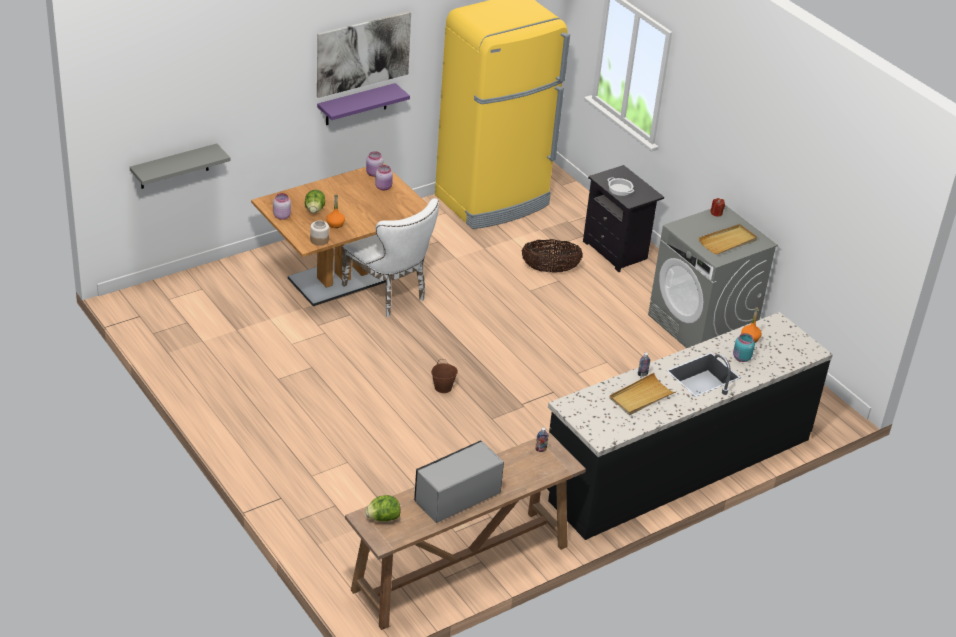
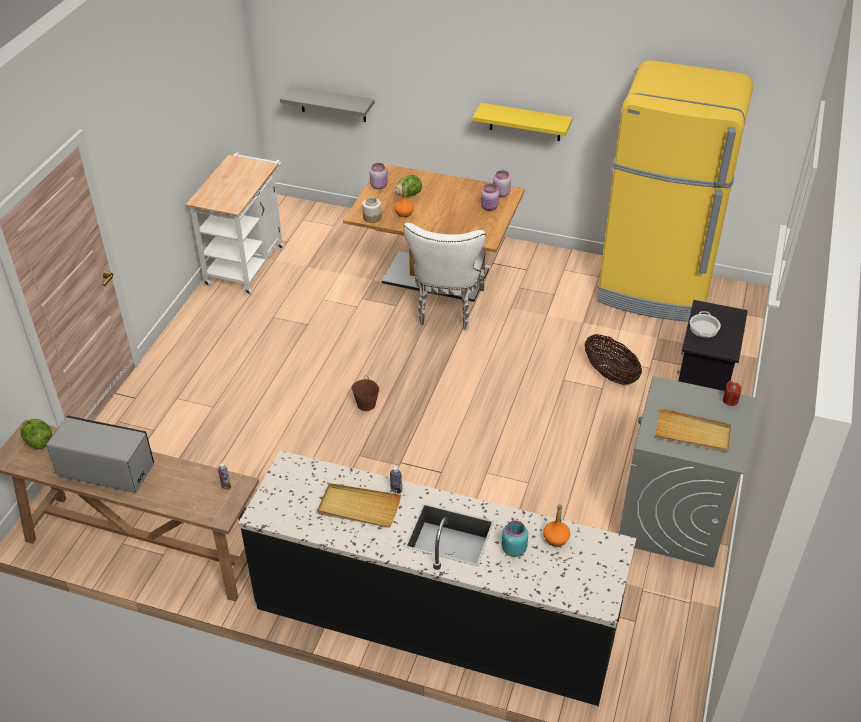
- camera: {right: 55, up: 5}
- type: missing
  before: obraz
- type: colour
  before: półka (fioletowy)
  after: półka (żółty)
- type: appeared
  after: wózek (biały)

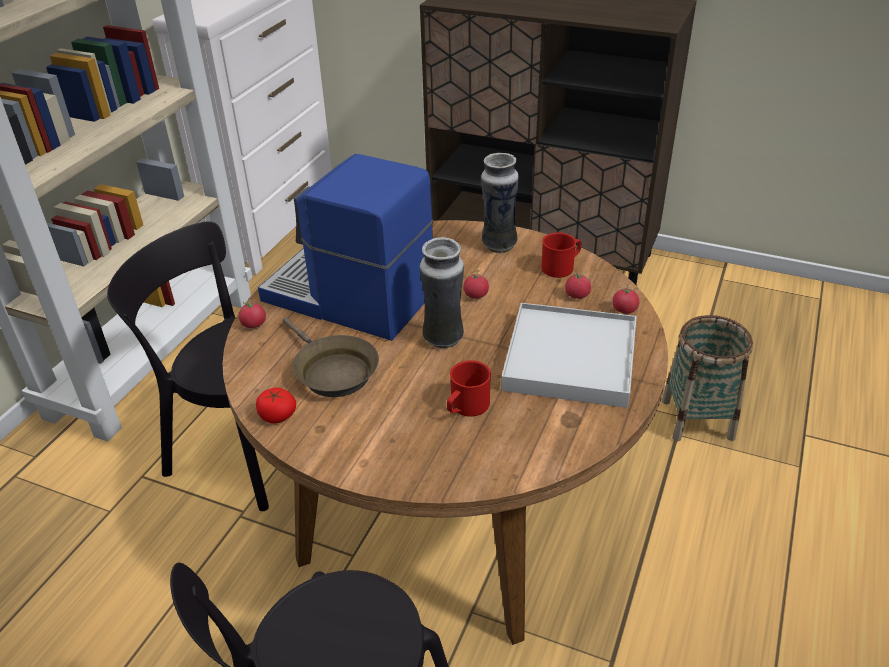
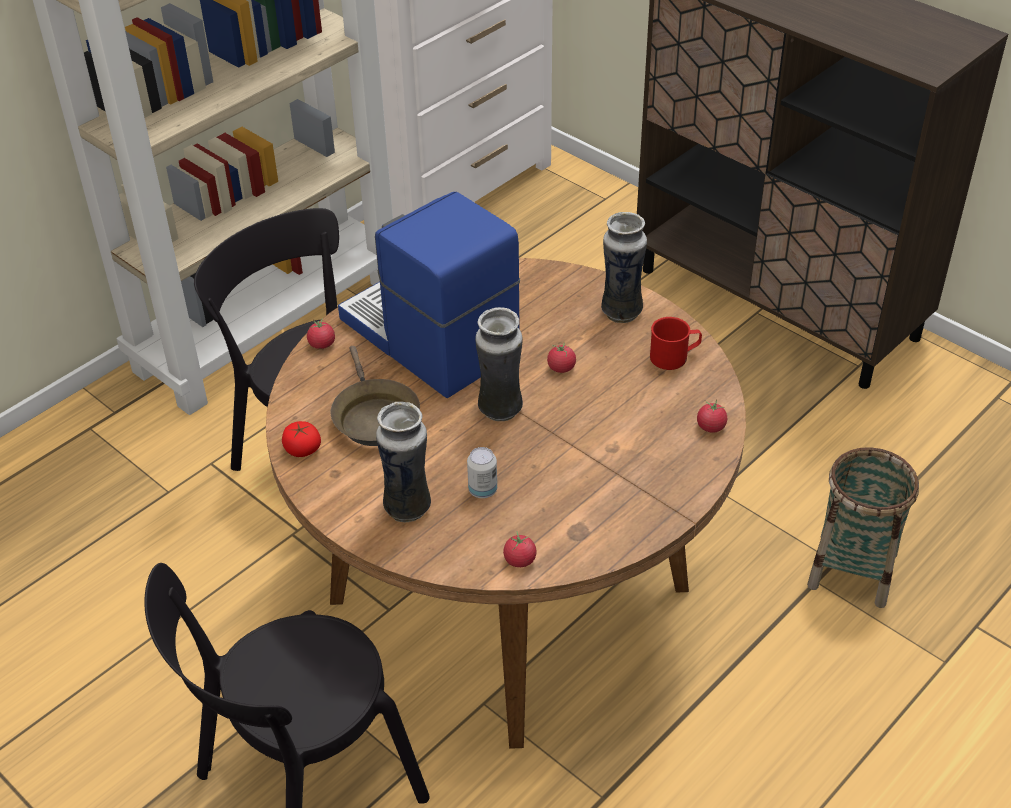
- camera: {right: 20, up: 5}
- type: relocated
  before: pomidor (no. 4 from left in the first image)
  after: pomidor (no. 3 from left)
- type: missing
  before: taca (biały)
- type: exchanged
  before: kubek (czerwony) (no. 1 from left)
  after: puszka
- type: appeared
  after: wazon (no. 1 from left)

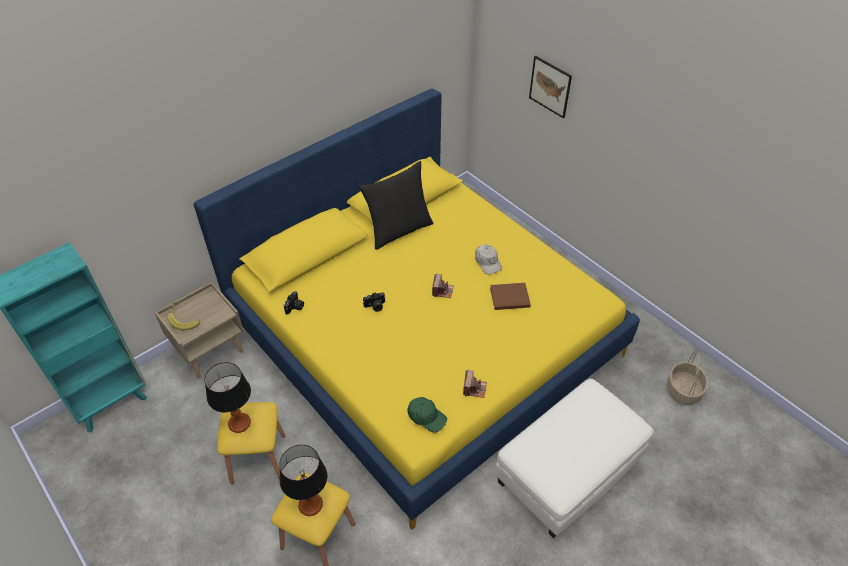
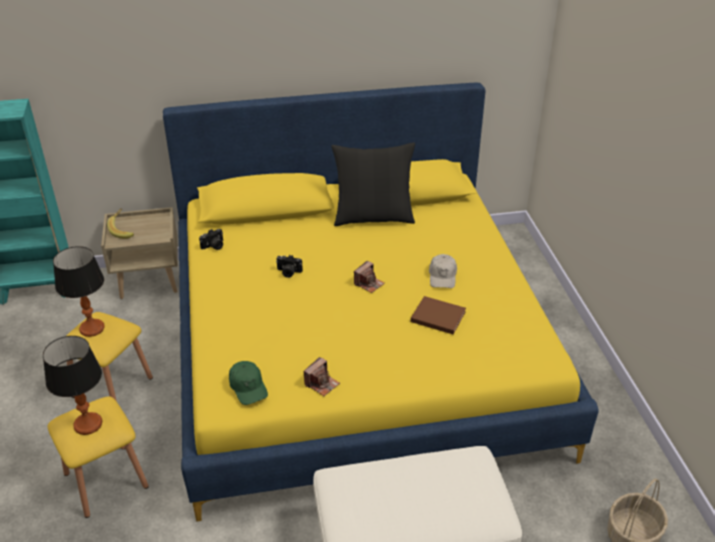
- camera: {right: 30, up: -10}
- type: missing
  before: obraz

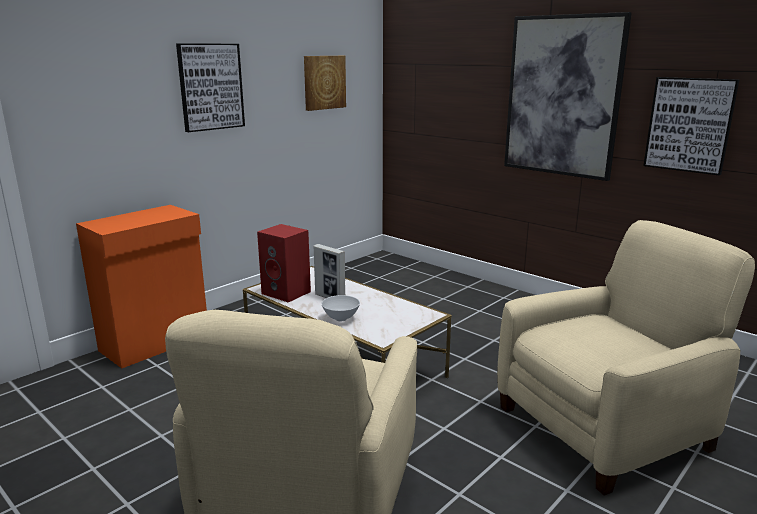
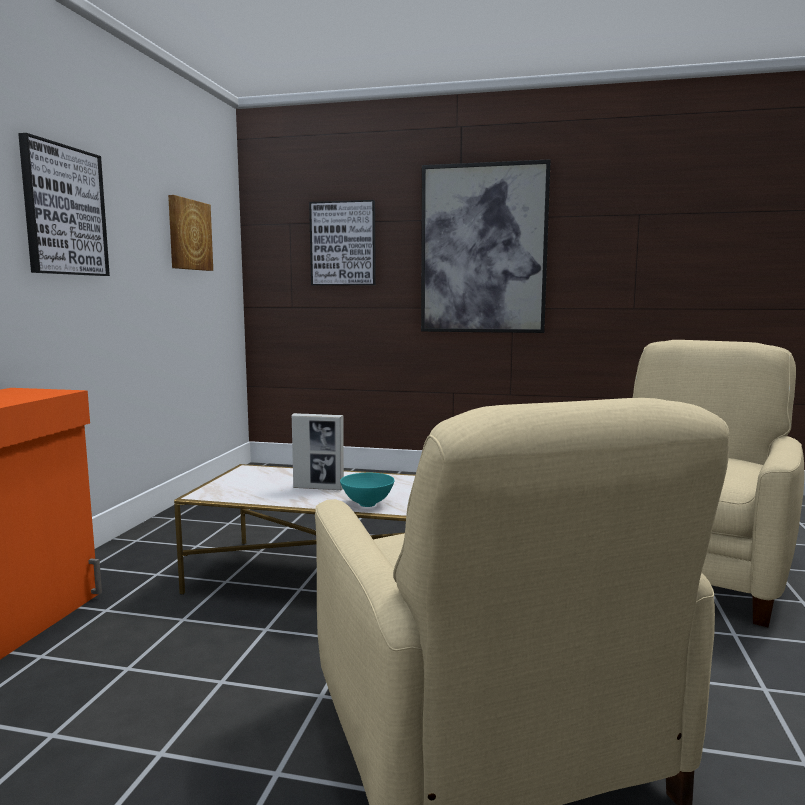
- camera: {right: -30, up: -10}
- type: relocated
  before: obraz (no. 4 from left in the first image)
  after: obraz (no. 3 from left)
- type: missing
  before: głośnik (czerwony)
- type: colour
  before: miska (biały)
  after: miska (turkusowy)

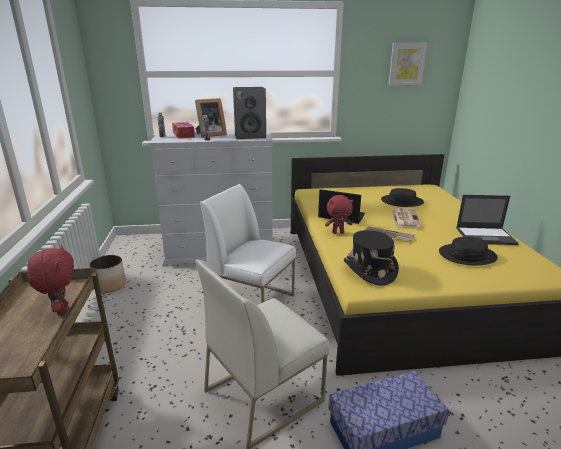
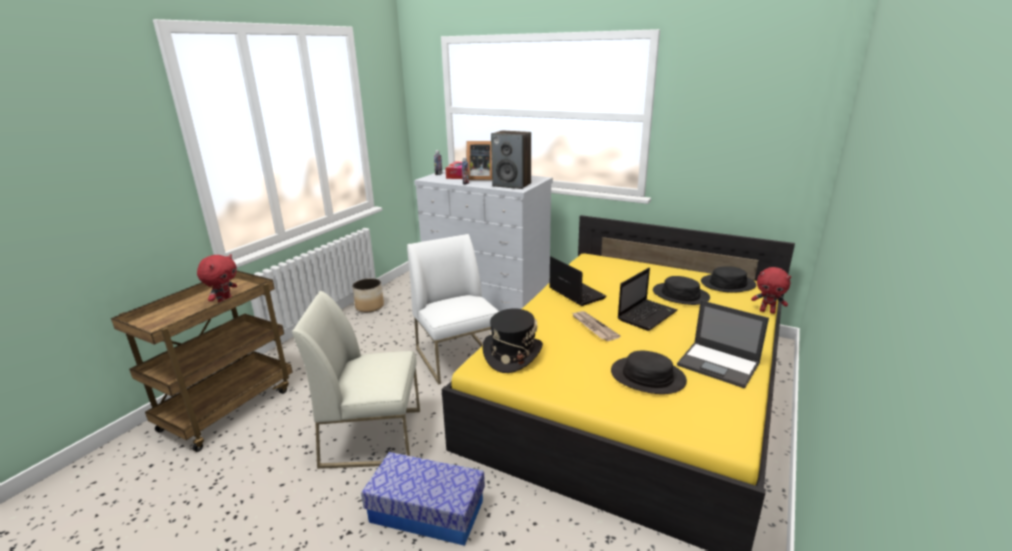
- camera: {right: 35, up: 0}
- type: missing
  before: obraz
- type: relocated
  before: pluszak (czerwony) (no. 2 from left)
- type: exchanged
  before: gazeta (no. 2 from left)
  after: laptop (no. 2 from left)
- type: appeared
  after: kapelusz (czarny) (no. 4 from left)

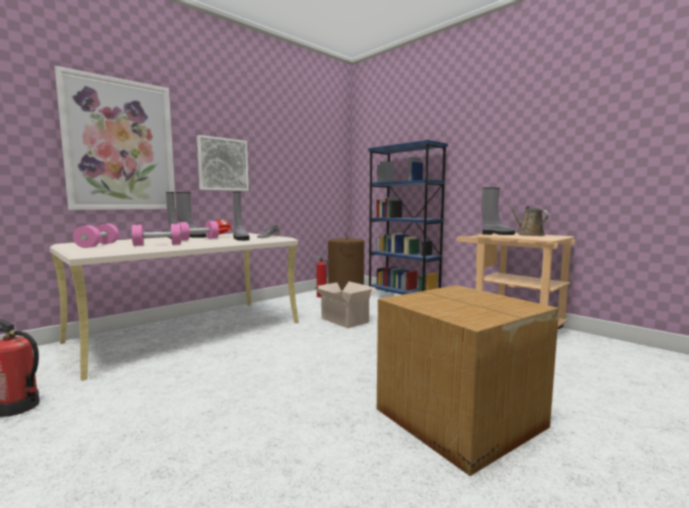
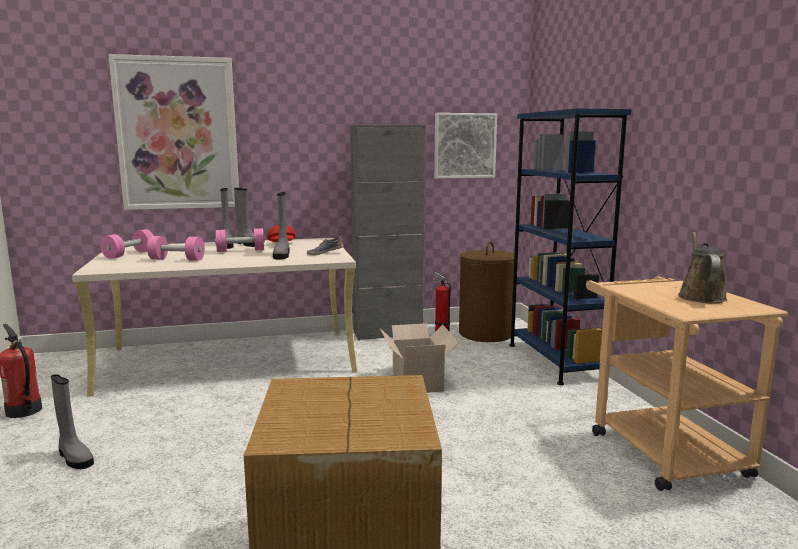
- camera: {right: 30, up: 5}
- type: relocated
  before: obraz (no. 2 from left)
- type: relocated
  before: but z cholewką (szary) (no. 4 from left in the first image)
  after: but z cholewką (szary) (no. 1 from left)
- type: appeared
  after: szafka (szary)

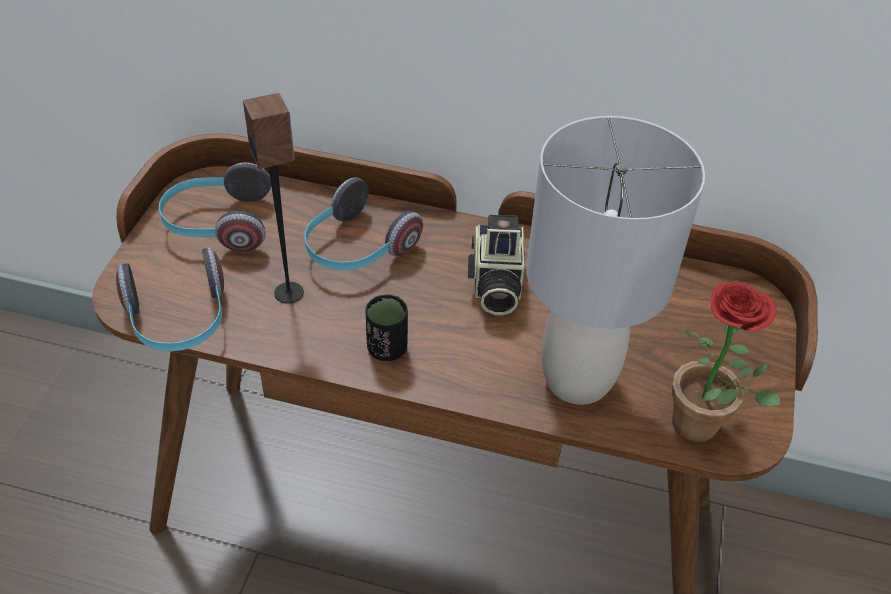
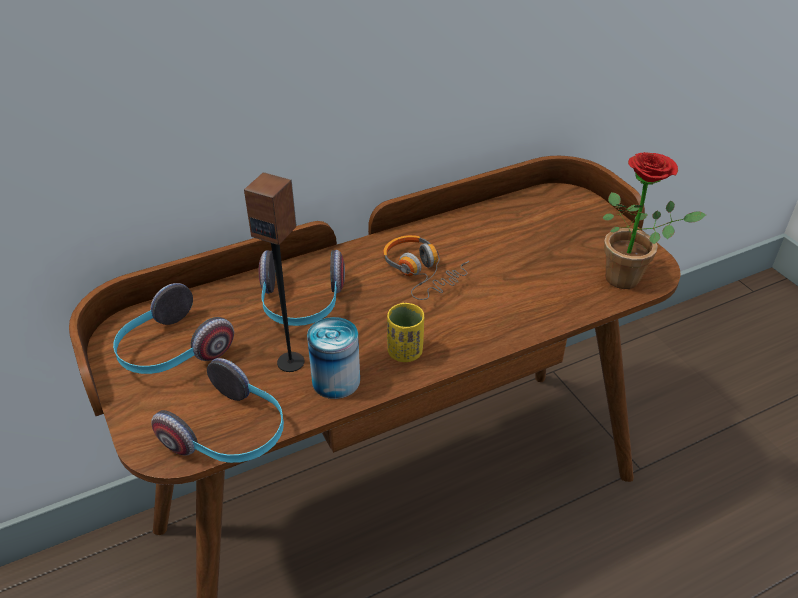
- camera: {right: -40, up: -5}
- type: missing
  before: lampa stołowa (szary)
- type: exchanged
  before: aparat fotograficzny
  after: słuchawki (no. 4 from left)
- type: colour
  before: filiżanka (czarny)
  after: filiżanka (żółty)
- type: appeared
  after: puszka

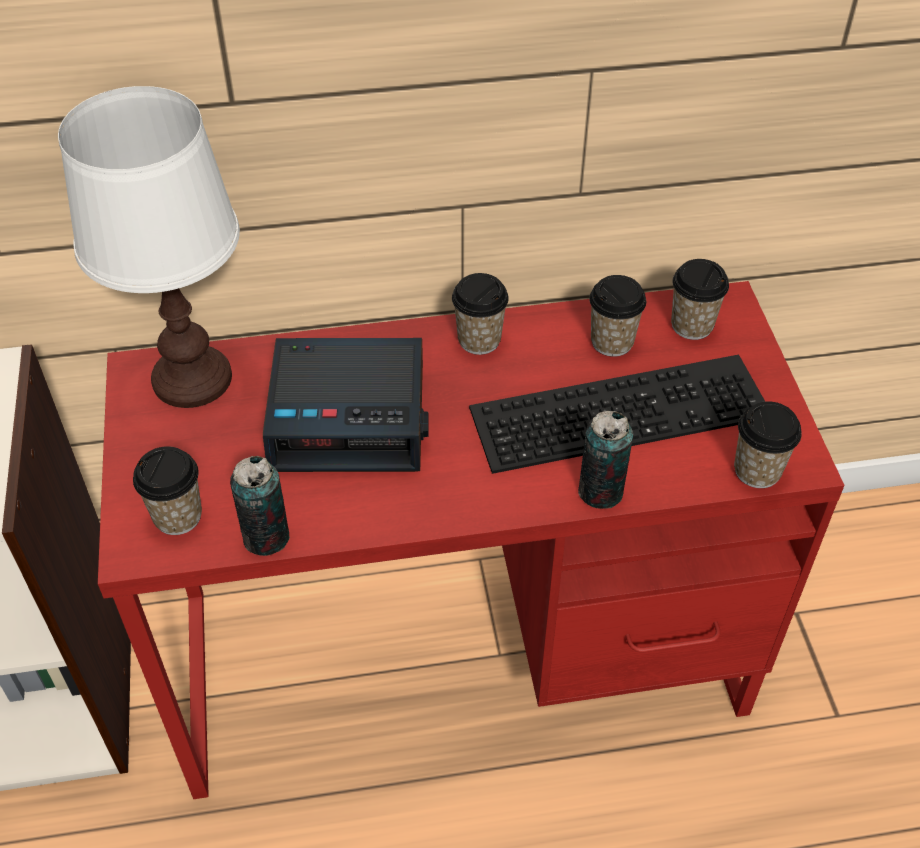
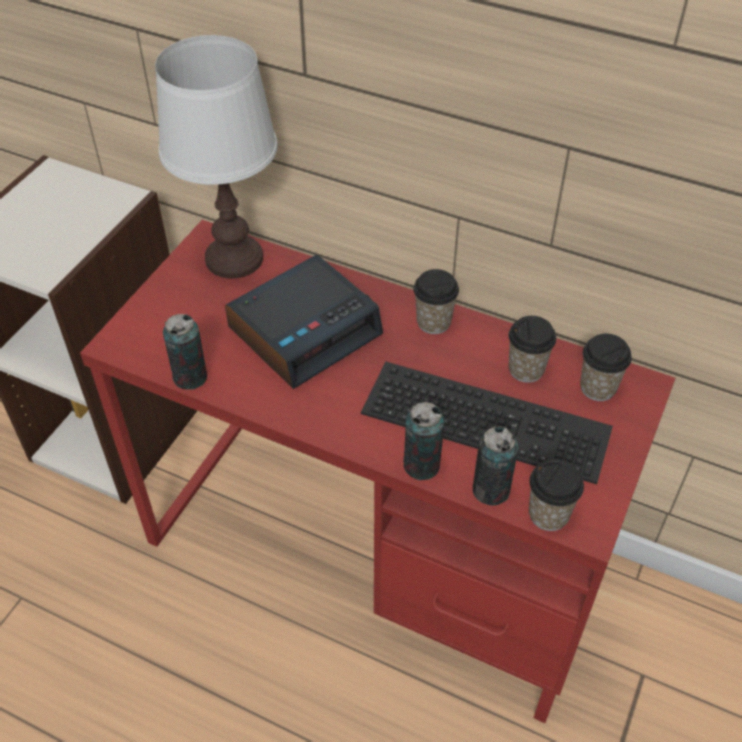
- camera: {right: 35, up: 0}
- type: spun
  before: budzik
  turn: -75
- type: missing
  before: filiżanka (no. 1 from left)
- type: appeared
  after: puszka (no. 3 from left)

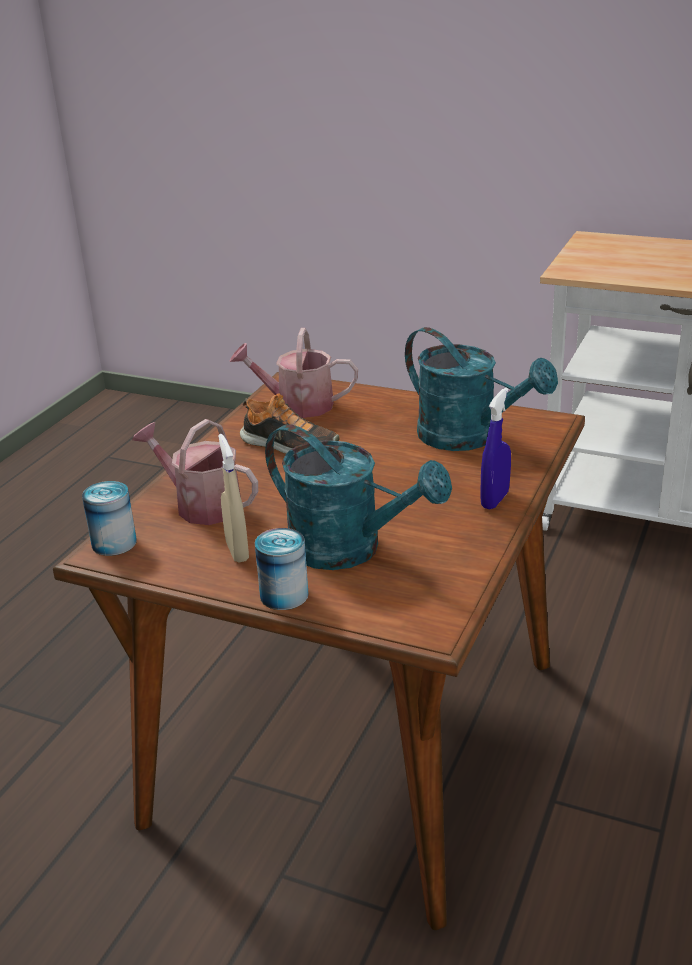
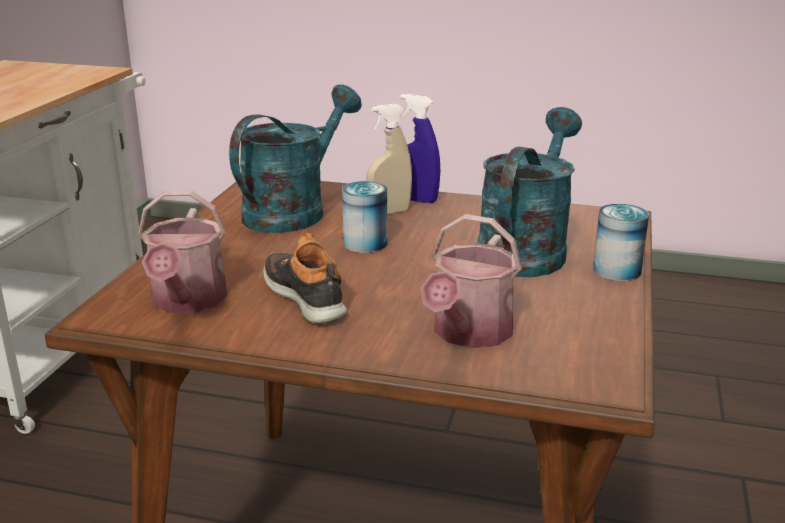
- camera: {right: -100, up: -5}
- type: spun
  before: but
  turn: -45
- type: relocated
  before: spryskiwacz (beżowy)
- type: relocated
  before: puszka (no. 1 from left)

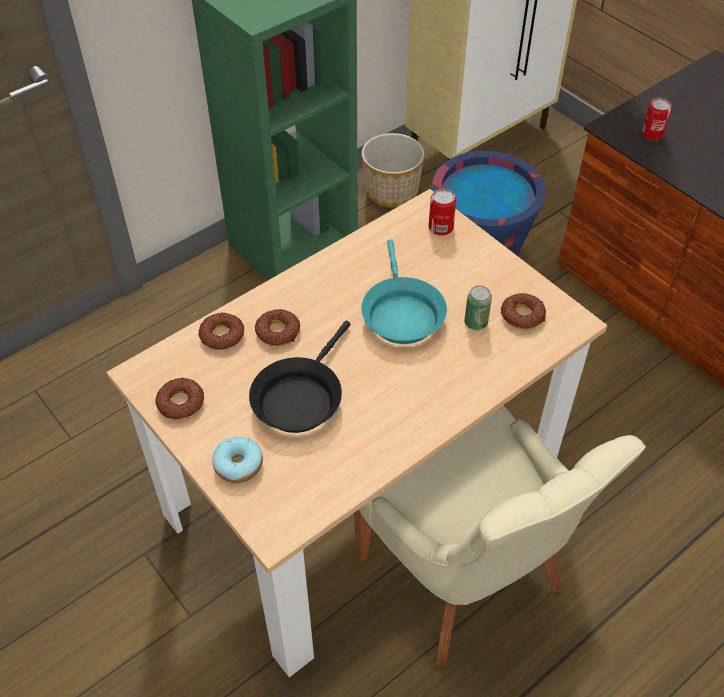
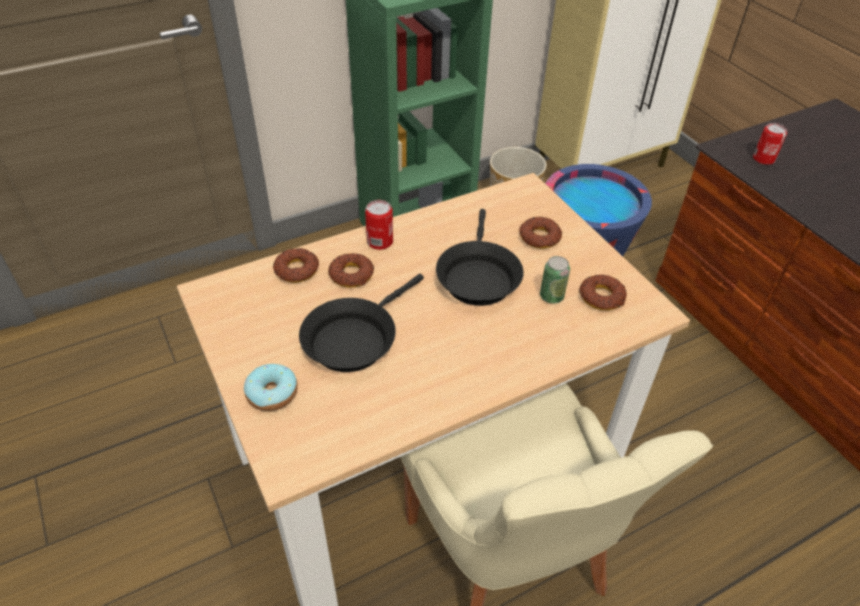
- camera: {right: 10, up: -5}
- type: relocated
  before: puszka (no. 1 from left)
- type: colour
  before: patelnia (turkusowy)
  after: patelnia (czarny) (no. 2 from left)
- type: relocated
  before: donut (no. 1 from left in the first image)
  after: donut (no. 4 from left)

